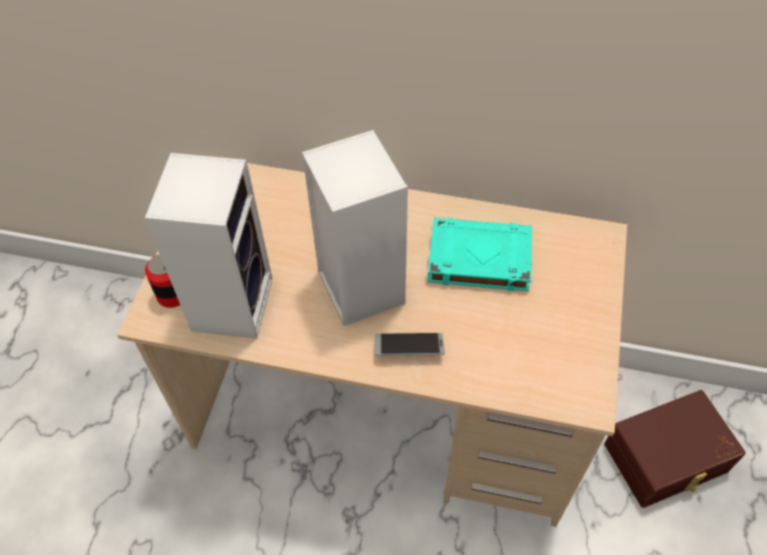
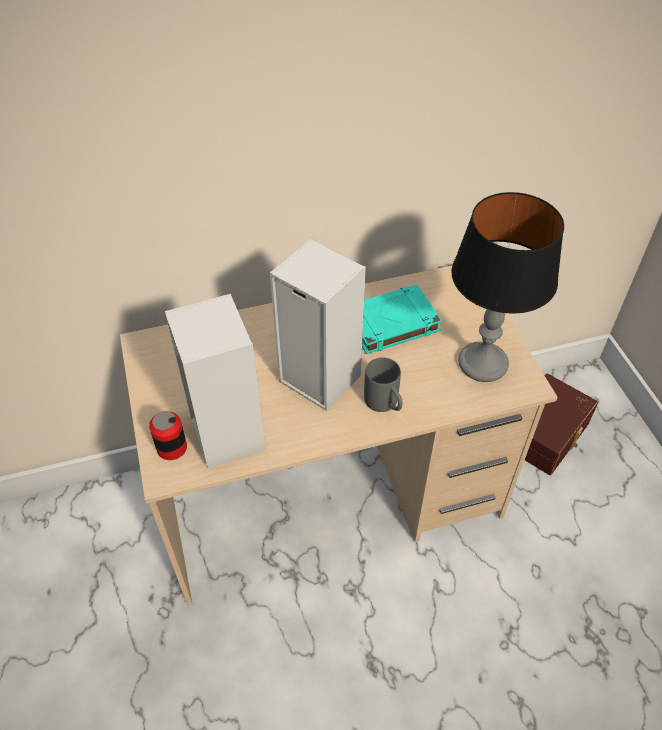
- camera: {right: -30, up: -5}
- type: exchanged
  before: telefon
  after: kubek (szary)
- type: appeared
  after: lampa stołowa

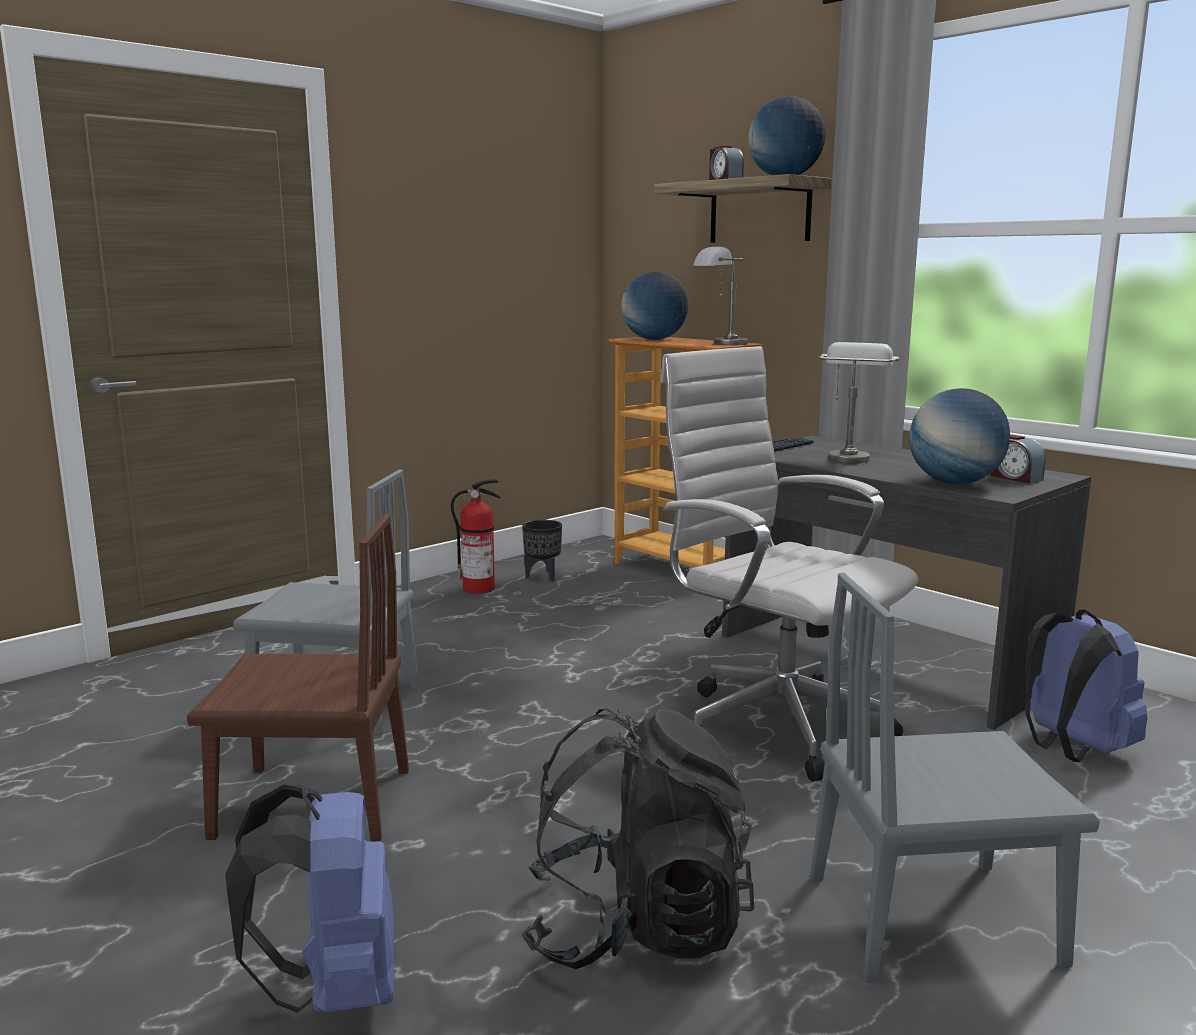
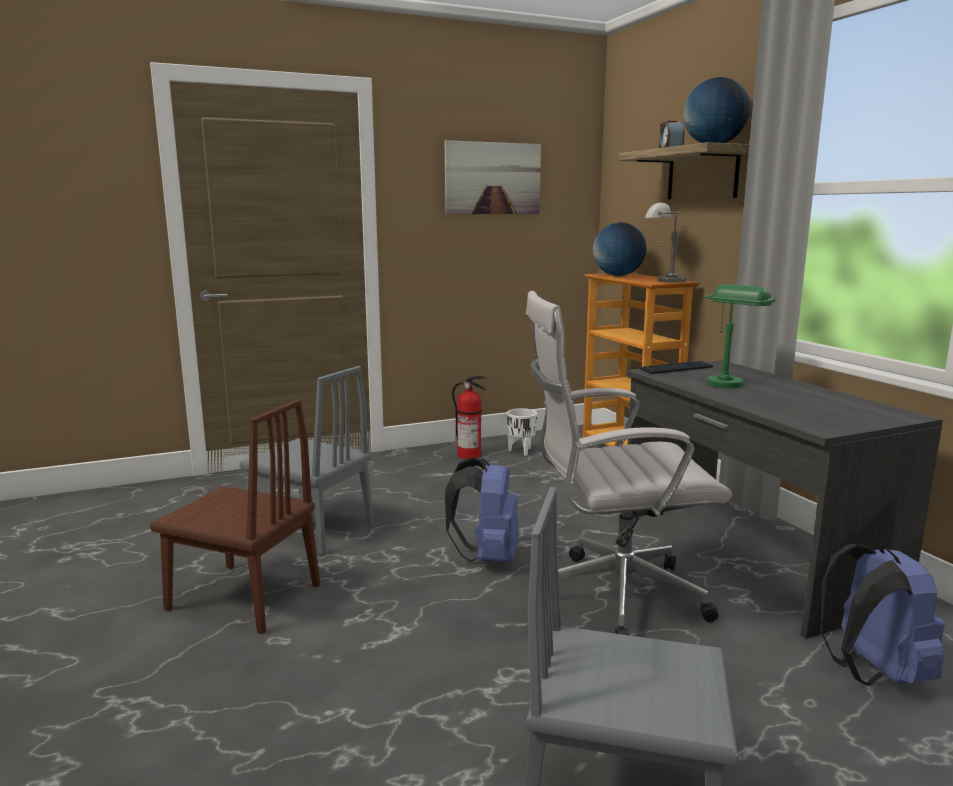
- camera: {right: 20, up: 0}
- type: colour
  before: lampa stołowa (szary) (no. 2 from left)
  after: lampa stołowa (zielony)
- type: spun
  before: krzesło biurowe (biały)
  turn: -75
- type: missing
  before: globus (no. 3 from left)
- type: missing
  before: budzik (no. 2 from left)
- type: colour
  before: donica (czarny)
  after: donica (biały)
- type: missing
  before: plecak (czarny)
- type: relocated
  before: plecak (niebieski) (no. 1 from left)
- type: appeared
  after: obraz

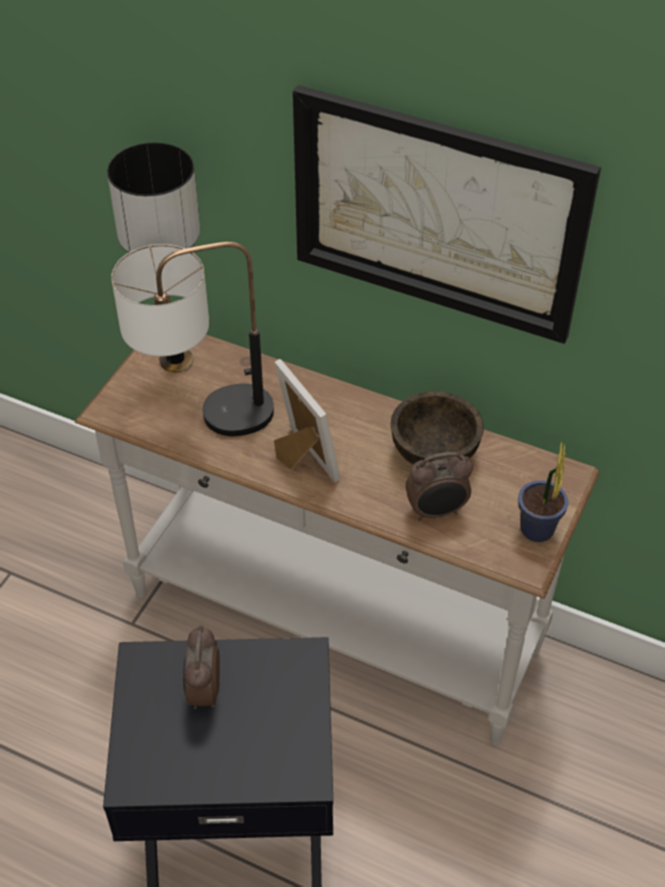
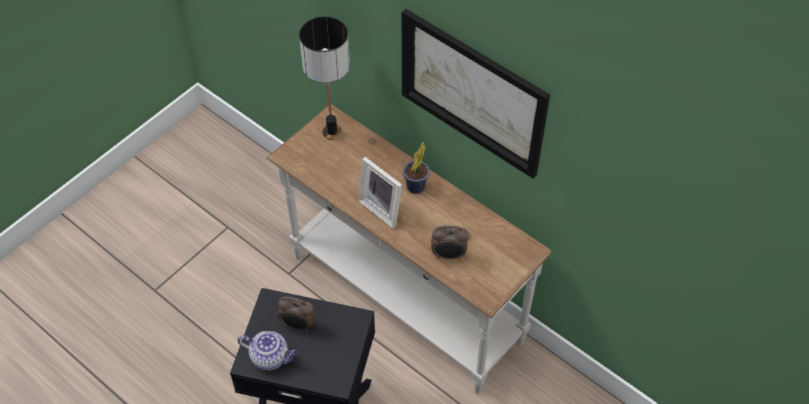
- camera: {right: 15, up: 5}
- type: missing
  before: lampa stołowa (no. 2 from left)
- type: spun
  before: ramka na zdjęcie
  turn: 150
- type: missing
  before: miska (brązowy)
- type: relocated
  before: roślina doniczkowa
- type: spun
  before: budzik (no. 1 from left)
  turn: -90
- type: appeared
  after: imbryk

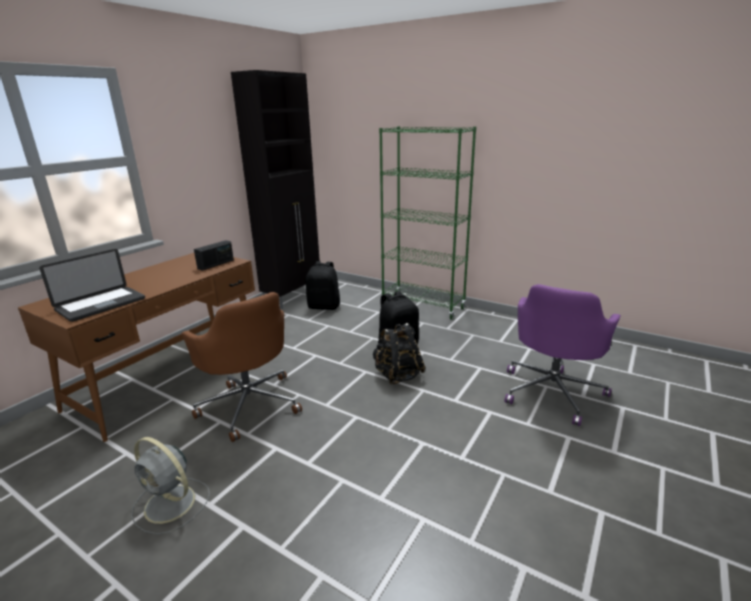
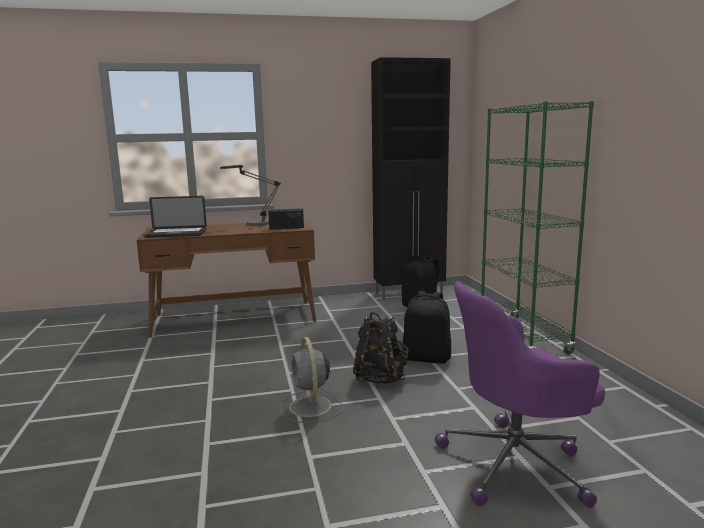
- camera: {right: 45, up: -10}
- type: missing
  before: krzesło biurowe (brązowy)
- type: relocated
  before: wentylator (szary)
- type: appeared
  after: lampa stołowa

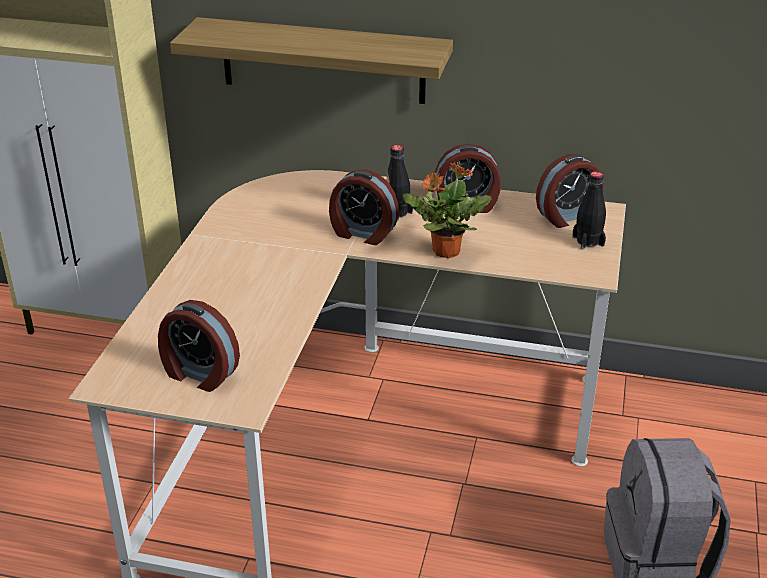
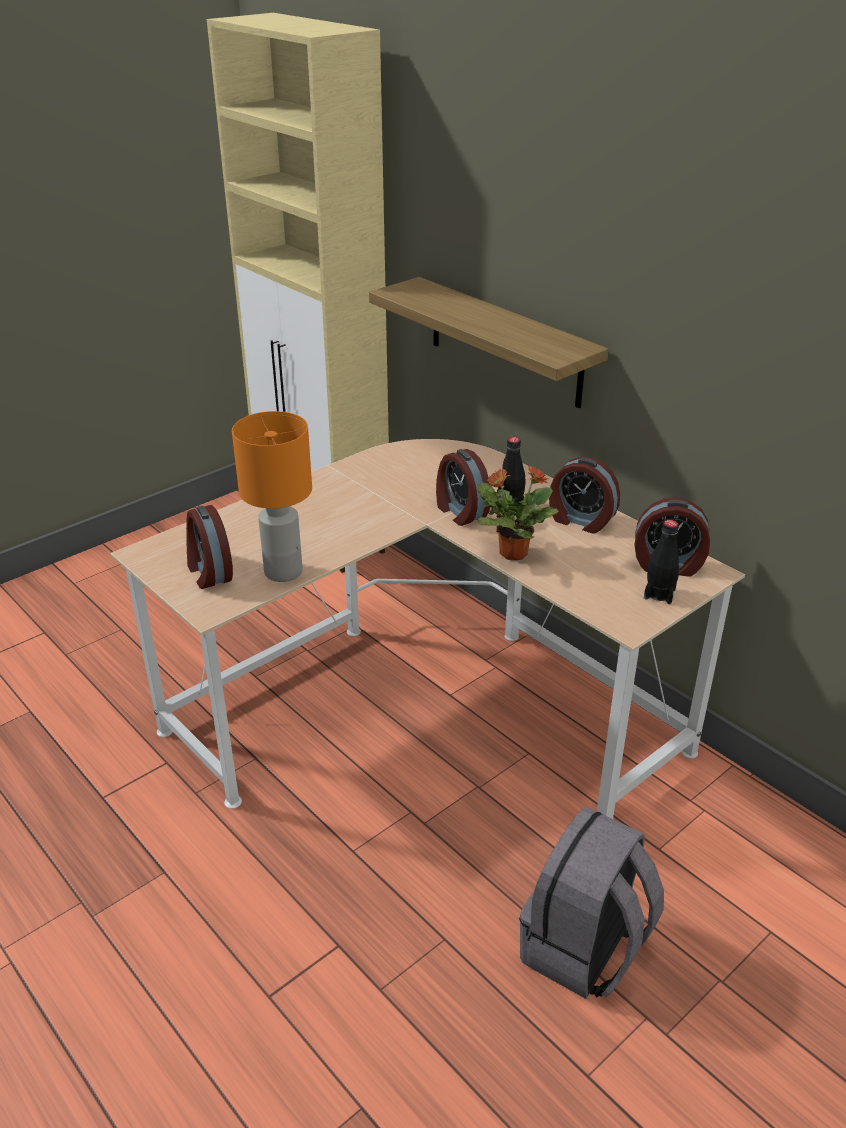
- camera: {right: 35, up: 0}
- type: appeared
  after: lampa stołowa (pomarańczowy)

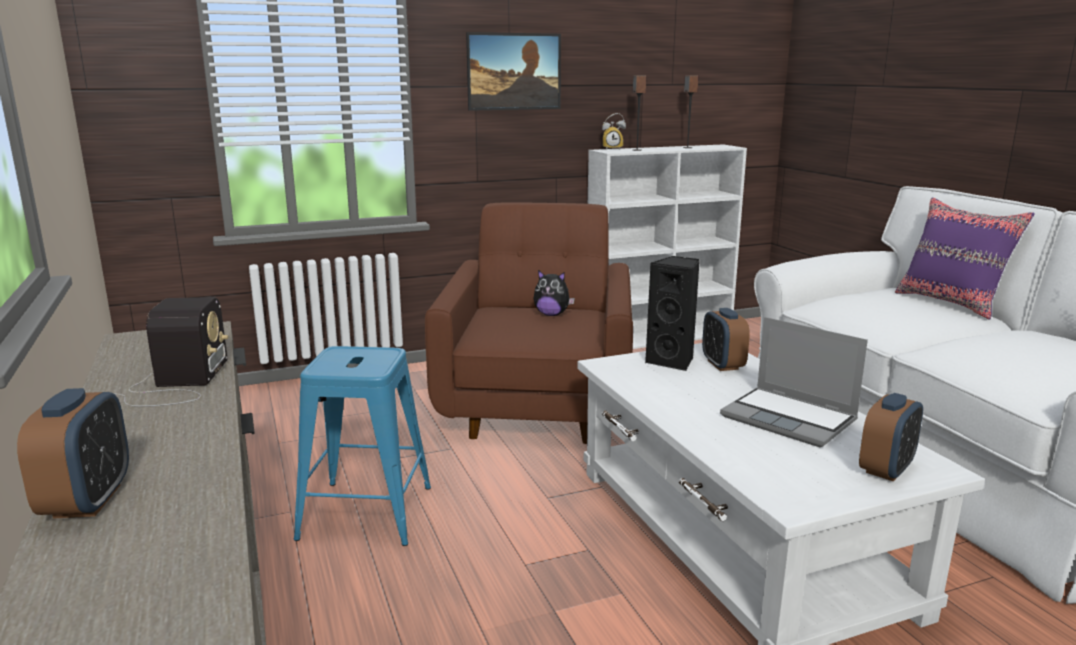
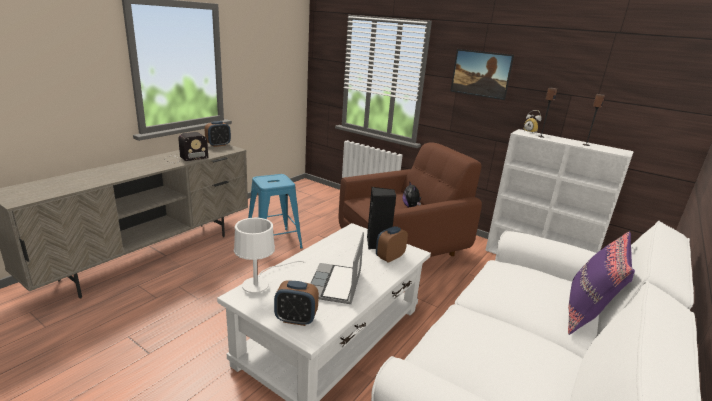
- camera: {right: 55, up: 5}
- type: relocated
  before: budzik (no. 1 from left)
- type: appeared
  after: lampa stołowa (biały)

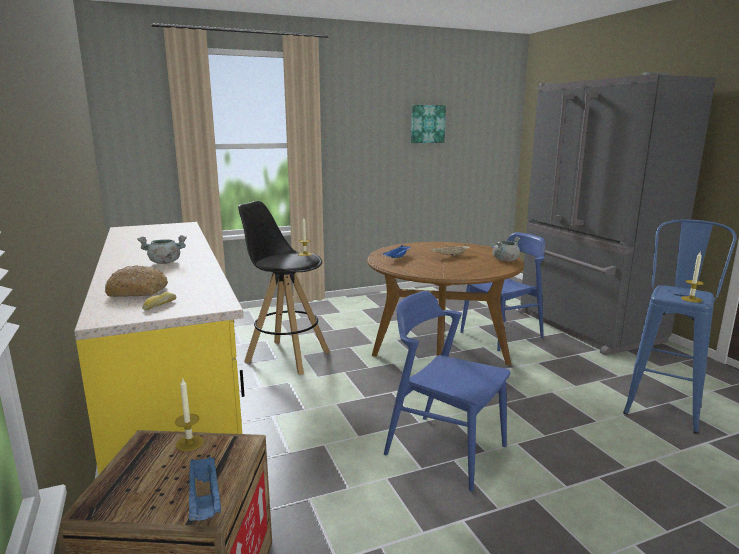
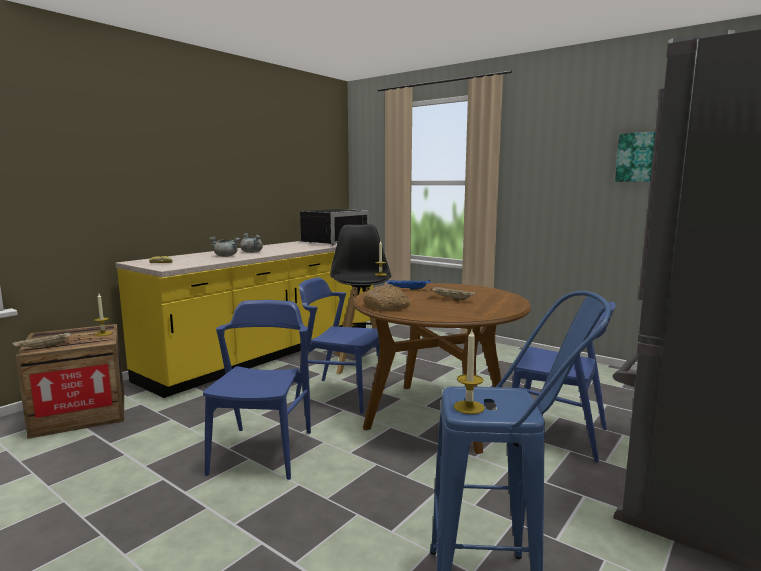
- camera: {right: 60, up: -5}
- type: relocated
  before: garnek (szary) (no. 2 from left in the first image)
  after: garnek (szary) (no. 1 from left)
- type: relocated
  before: chleb (no. 1 from left in the first image)
  after: chleb (no. 2 from left)
- type: colour
  before: taca (niebieski) (no. 1 from left)
  after: taca (beżowy) (no. 1 from left)
- type: appeared
  after: mikrofalówka (czarny)
- type: appeared
  after: krzesło (niebieski) (no. 2 from left)

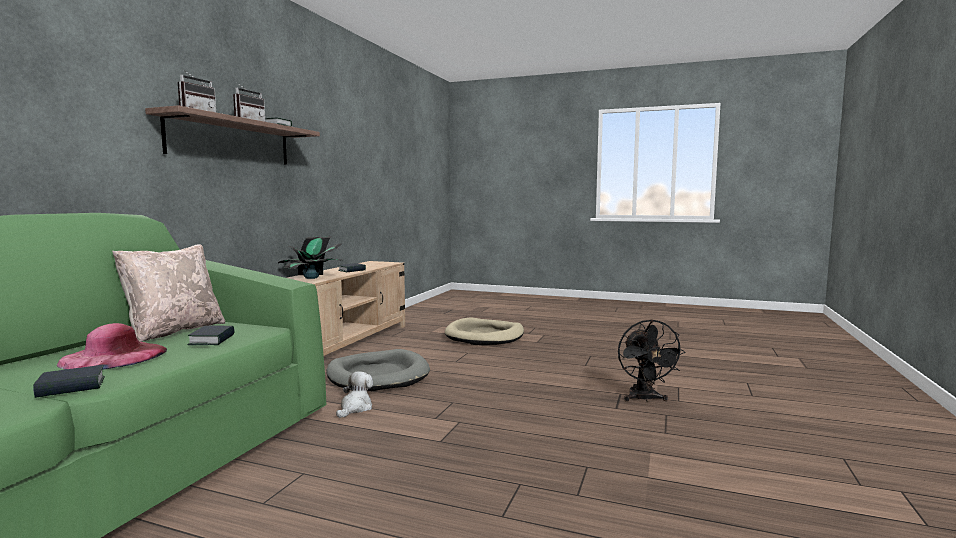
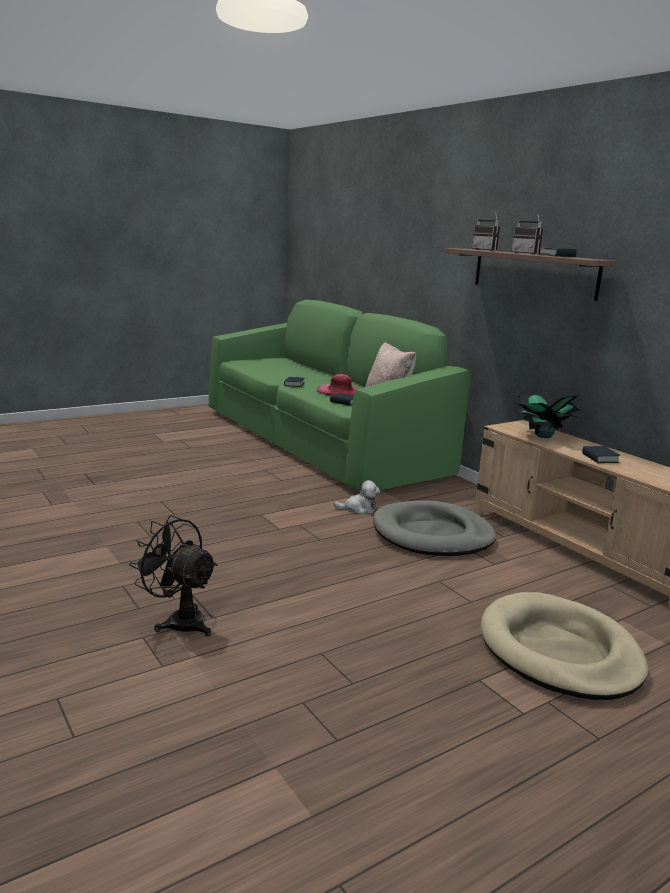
- camera: {right: 125, up: 10}
- type: spun
  before: pluszak
  turn: -60

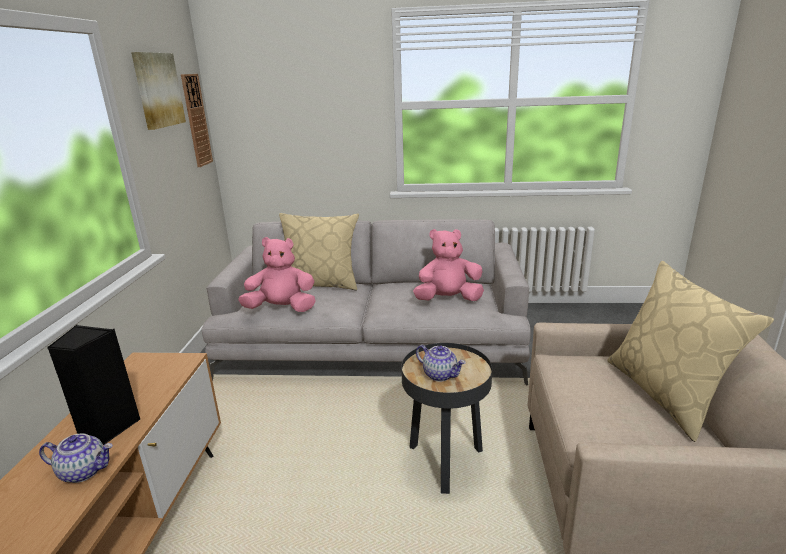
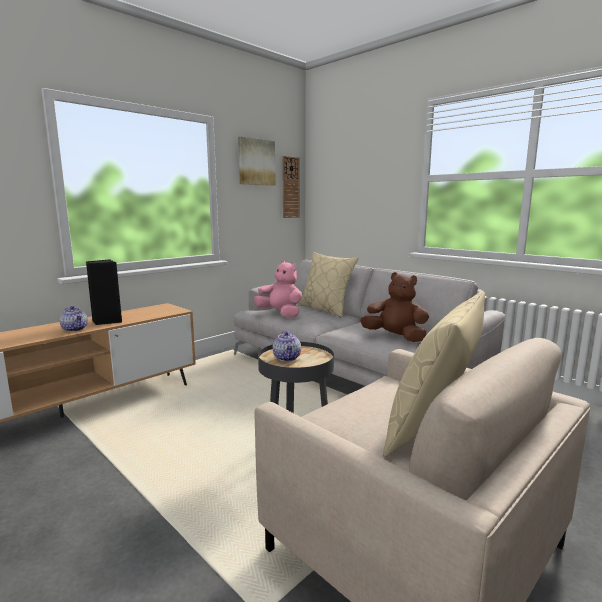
- camera: {right: 40, up: -10}
- type: colour
  before: pluszak (różowy) (no. 2 from left)
  after: pluszak (brązowy)

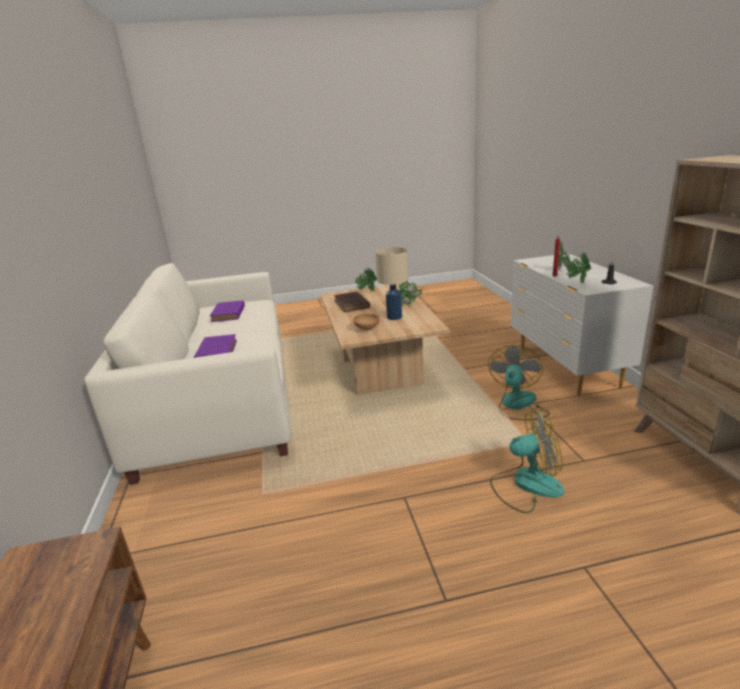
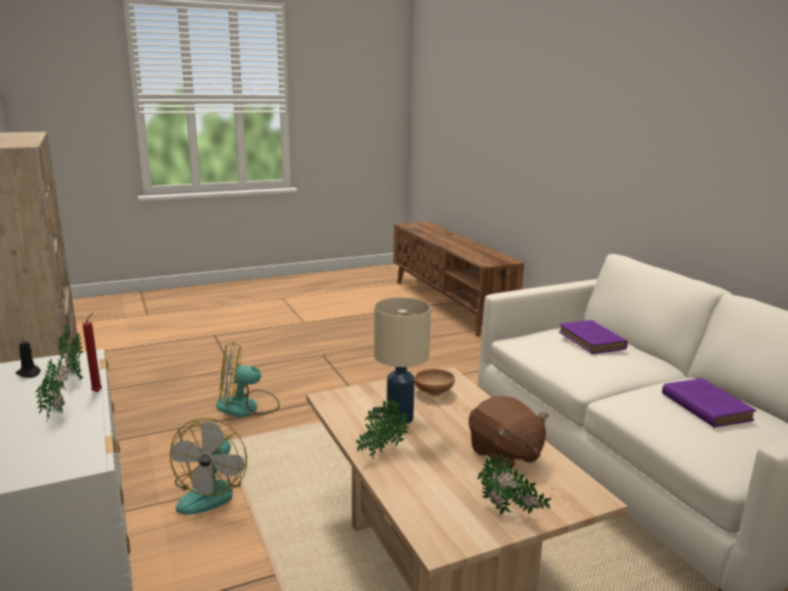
- camera: {right: 165, up: -5}
- type: exchanged
  before: książka (brązowy)
  after: pluszak (brązowy)

